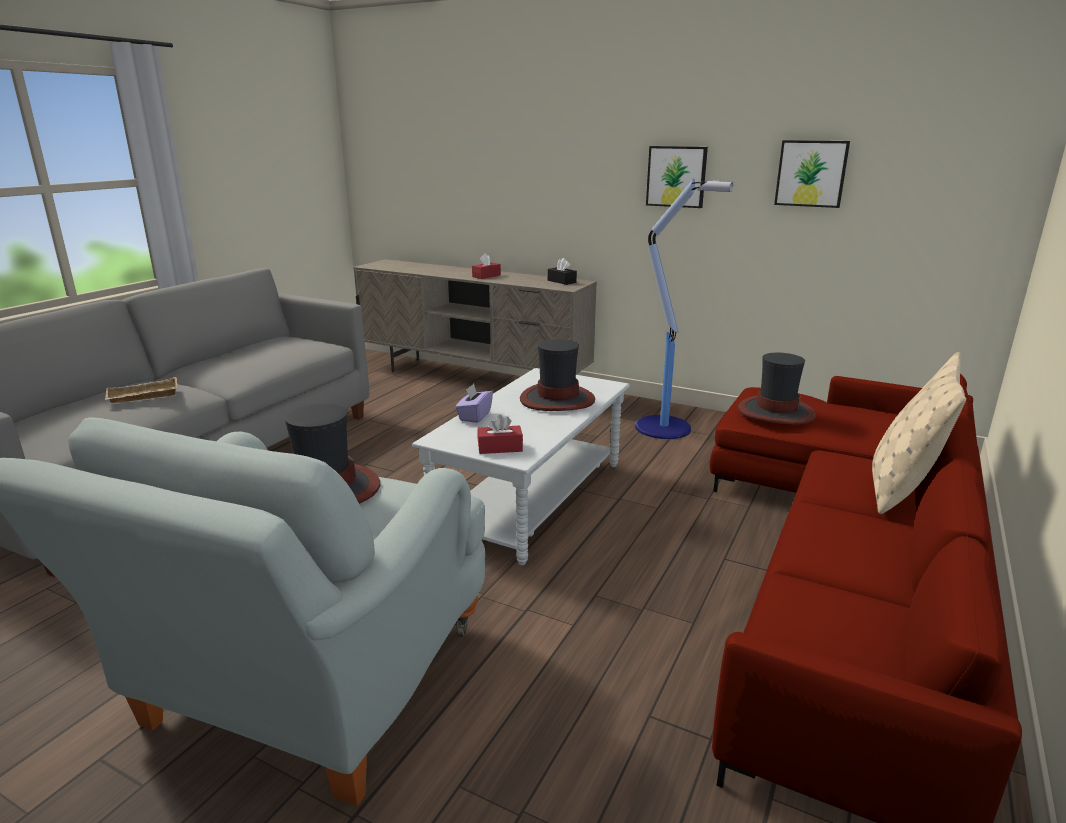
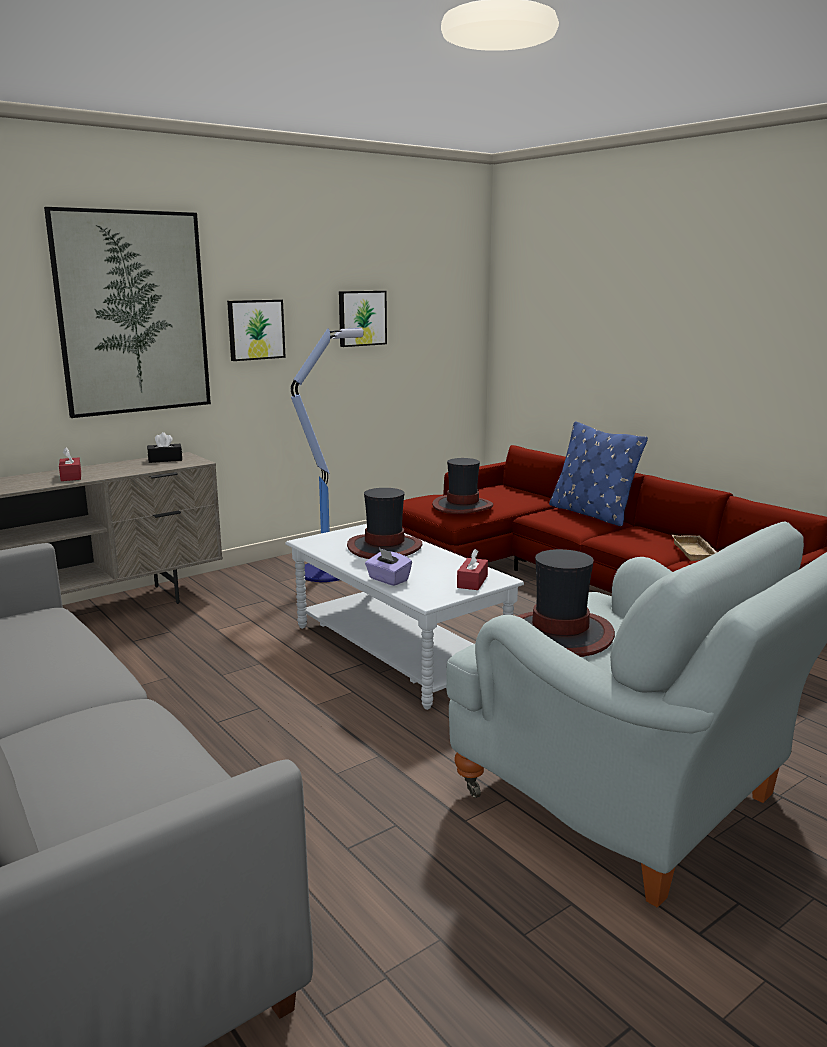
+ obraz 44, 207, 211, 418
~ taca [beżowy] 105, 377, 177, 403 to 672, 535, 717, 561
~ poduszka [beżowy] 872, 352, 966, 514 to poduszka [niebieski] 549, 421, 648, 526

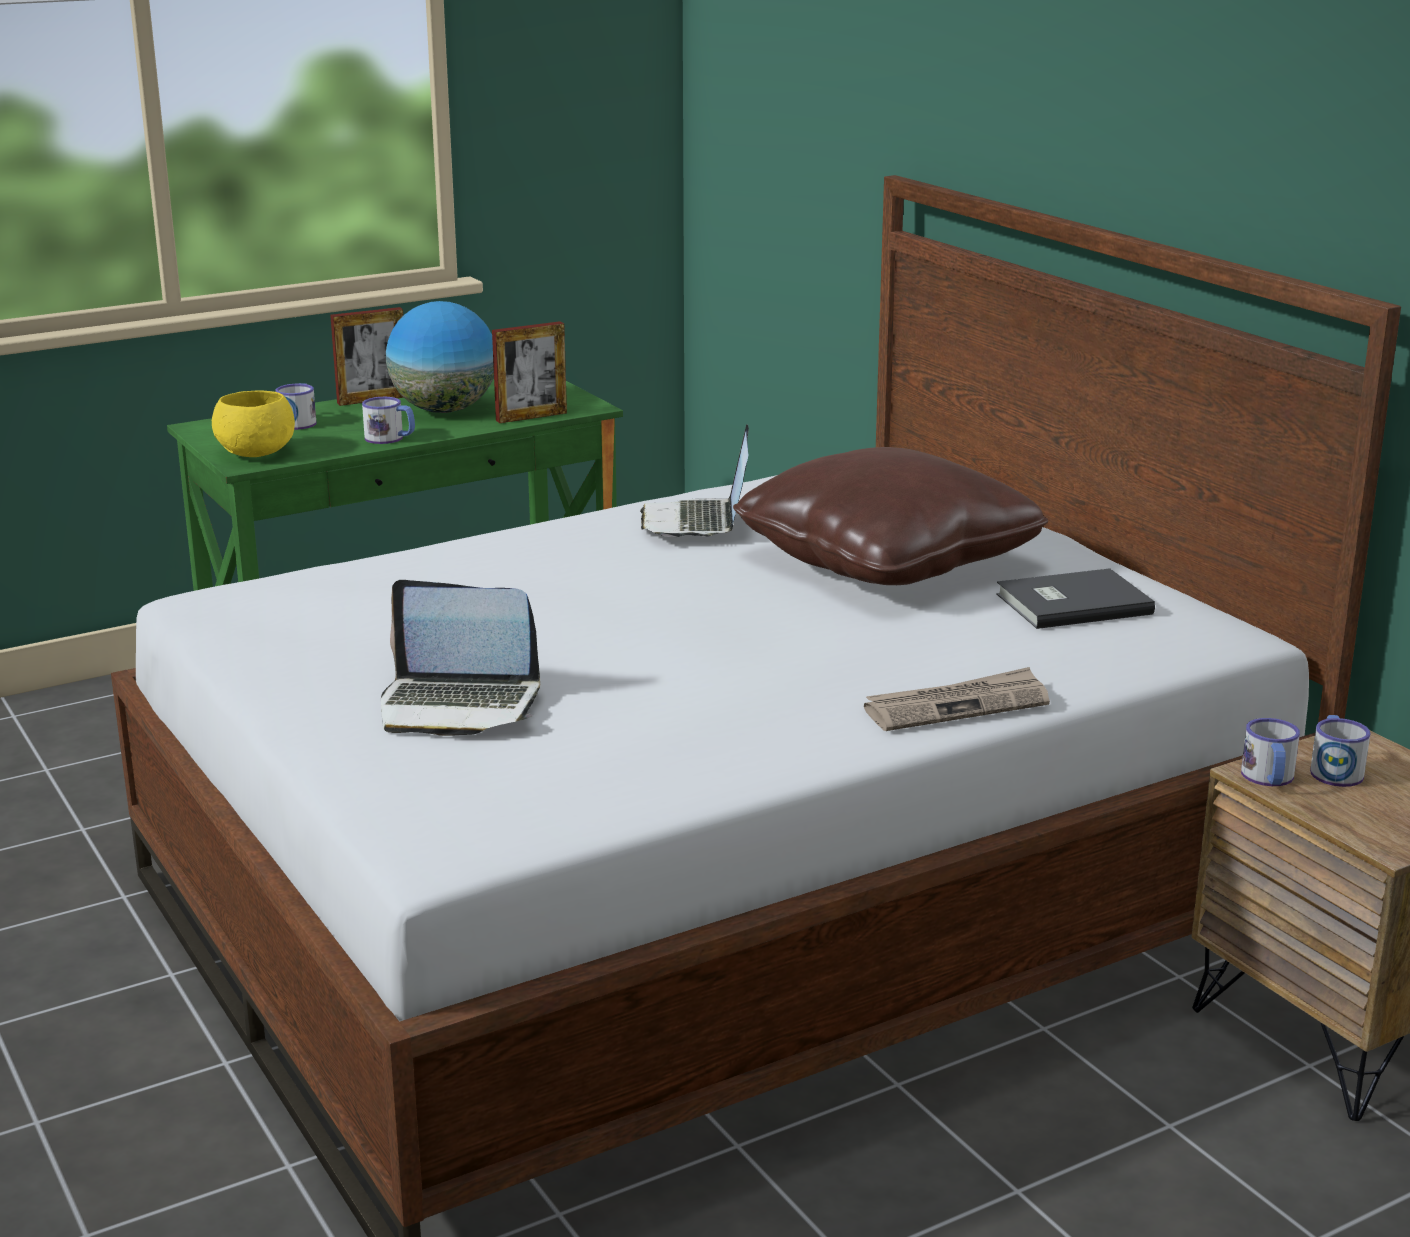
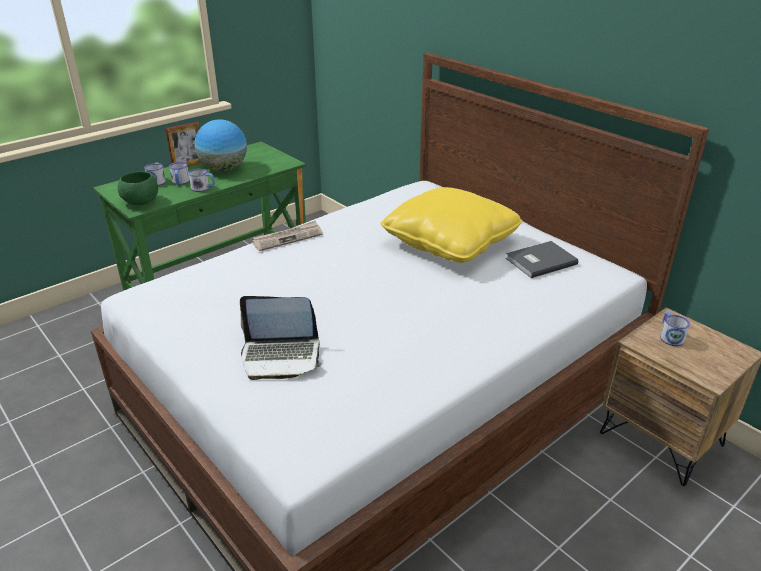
- ramka na zdjęcie 492, 321, 567, 423
- laptop 640, 424, 749, 537
~ gazeta 864, 667, 1050, 731 to 252, 220, 322, 251
~ kubek 1241, 718, 1300, 786 to 169, 162, 190, 185
~ miska [żółty] 212, 390, 295, 457 to miska [zielony] 118, 172, 158, 205
~ poduszka [brązowy] 733, 447, 1048, 585 to poduszka [żółty] 380, 187, 523, 263

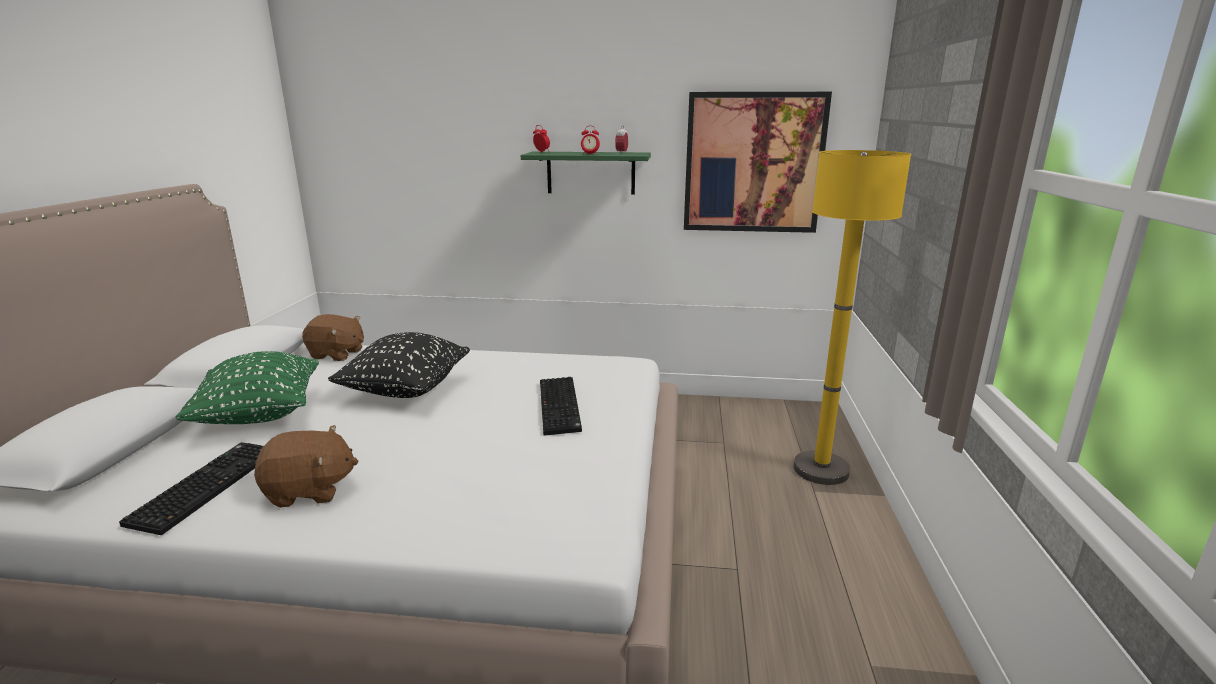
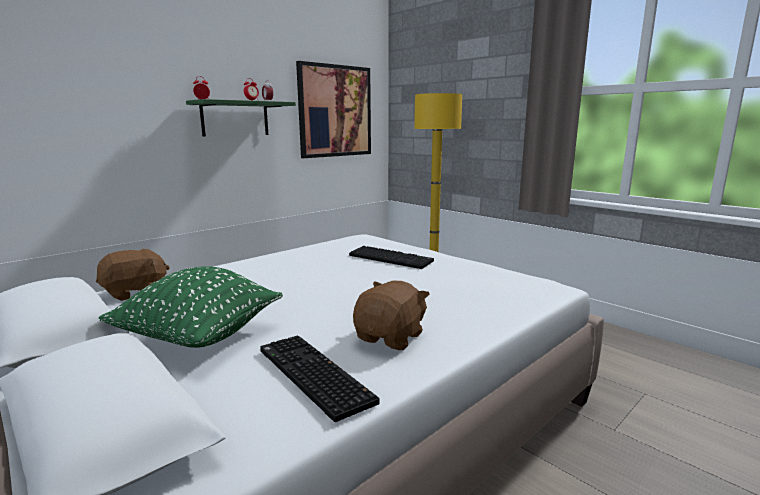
- poduszka [czarny] 328, 332, 470, 398

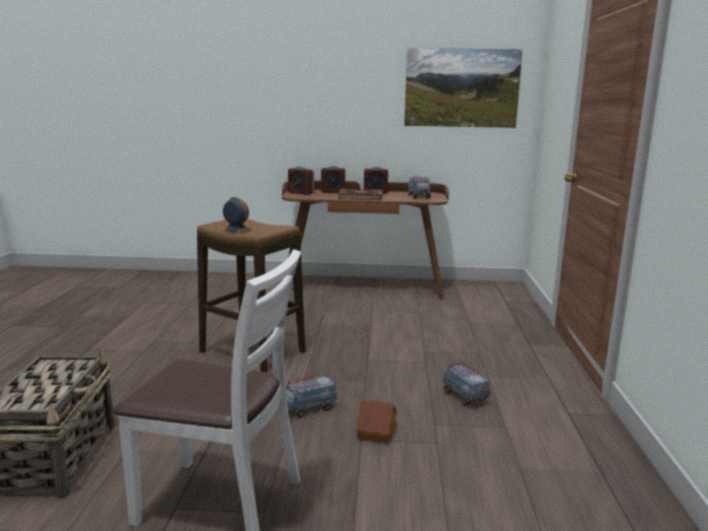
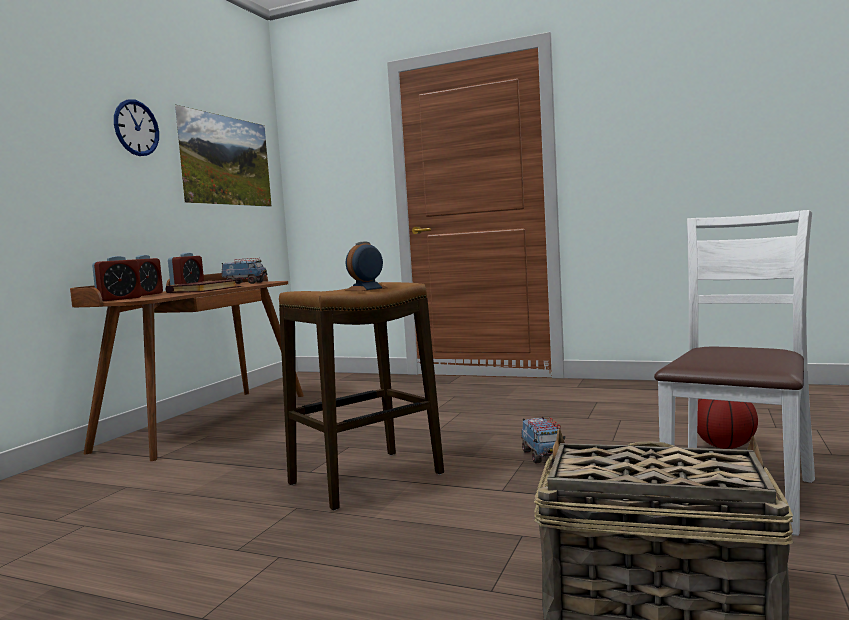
- domek 356, 399, 397, 443
- ciężarówka zabawkowa 442, 361, 490, 406
+ zegar ścienny 114, 99, 159, 156
+ piłka do koszykówki 697, 399, 758, 449

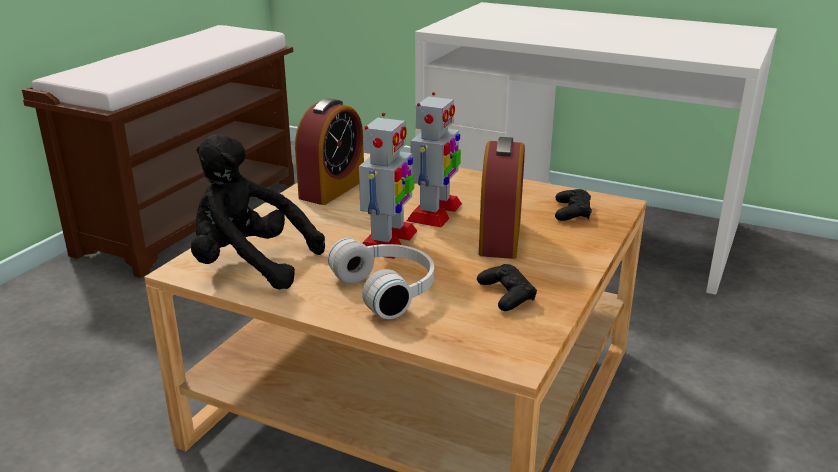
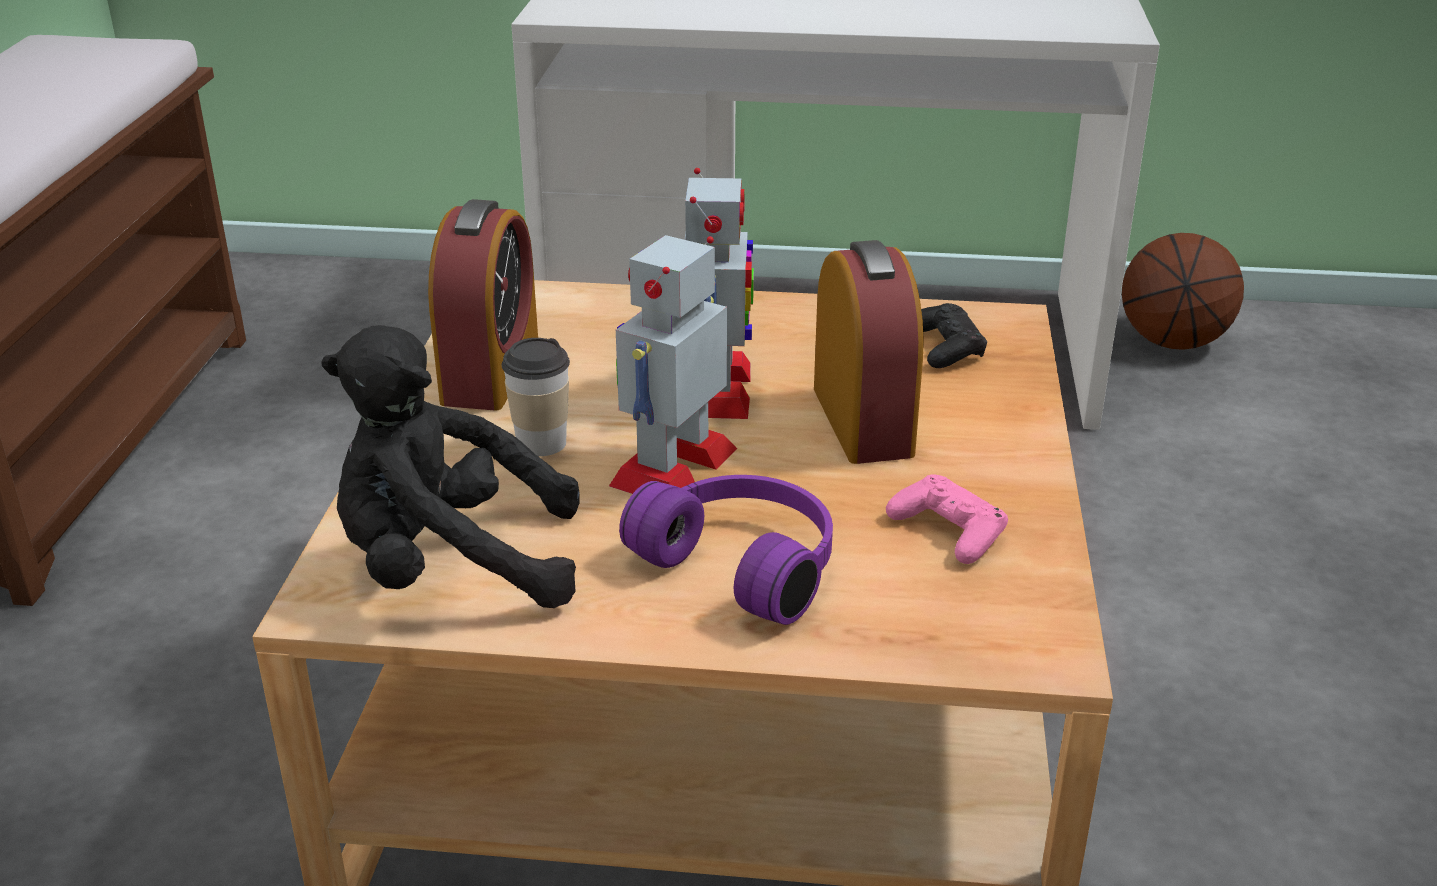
+ filiżanka 502, 338, 570, 456
+ piłka do koszykówki 1122, 233, 1244, 350
~ słuchawki [biały] 328, 238, 434, 319 to słuchawki [fioletowy] 619, 475, 833, 625
~ pad do gier [czarny] 477, 264, 537, 311 to pad do gier [różowy] 886, 475, 1008, 564
~ robot zabawkowy 359, 113, 417, 259 = 609, 235, 737, 494 150 degrees counterclockwise

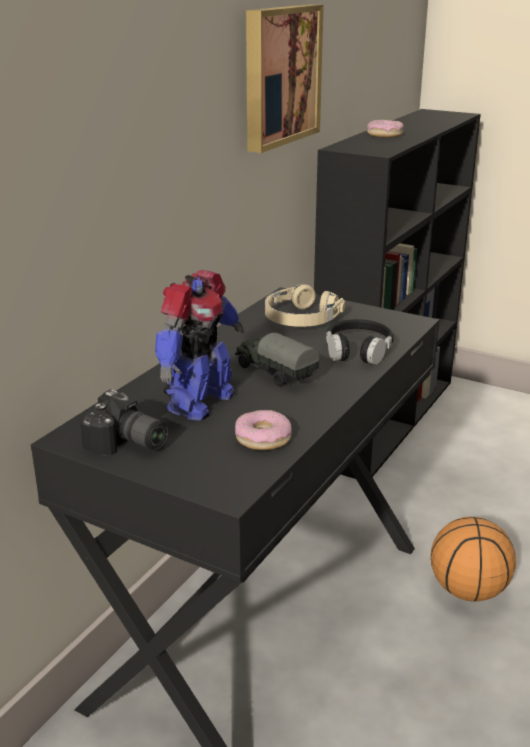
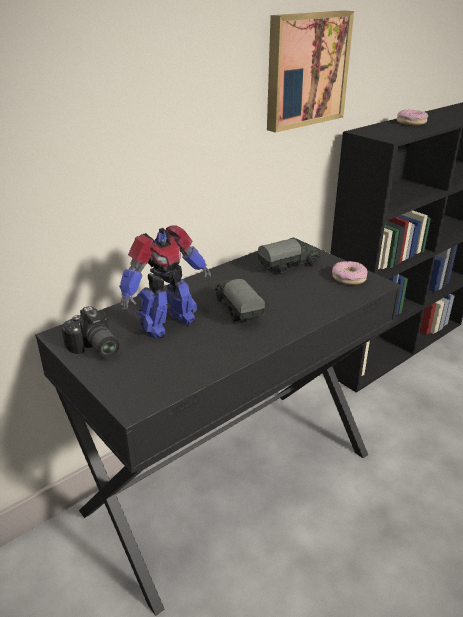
- słuchawki [czarny] 326, 319, 394, 365
- piłka do koszykówki 431, 517, 516, 601
~ donut 235, 410, 292, 450 to 332, 261, 367, 285
~ słuchawki [beżowy] 265, 284, 345, 327 to ciężarówka zabawkowa 258, 239, 320, 274

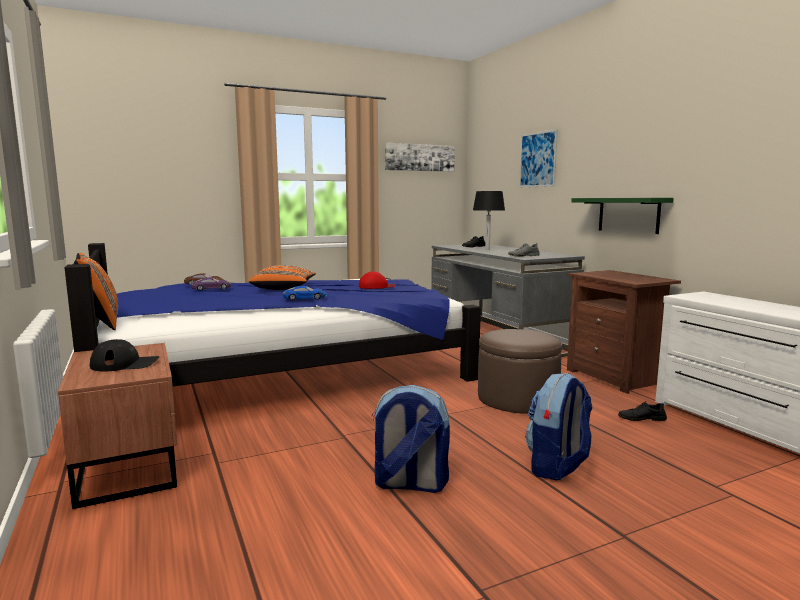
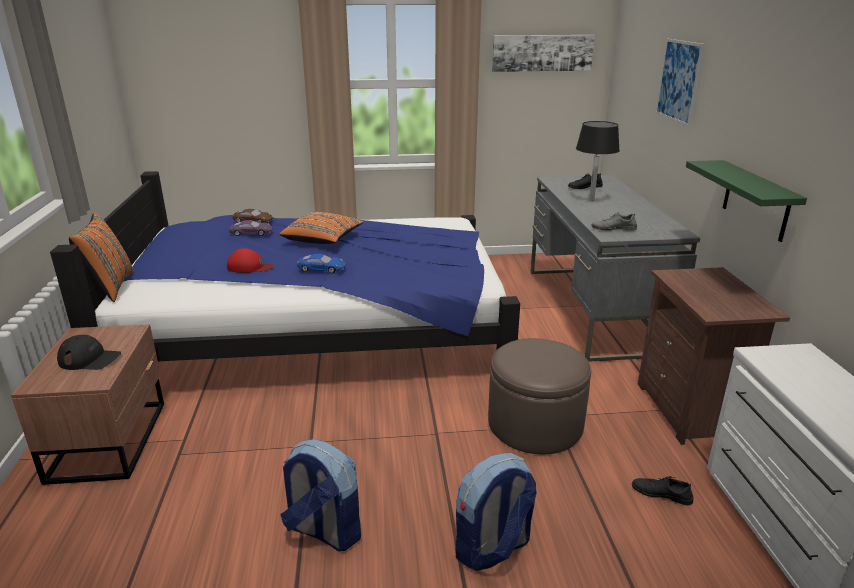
~ czapka z daszkiem [czerwony] 359, 271, 396, 289 to 227, 248, 274, 273

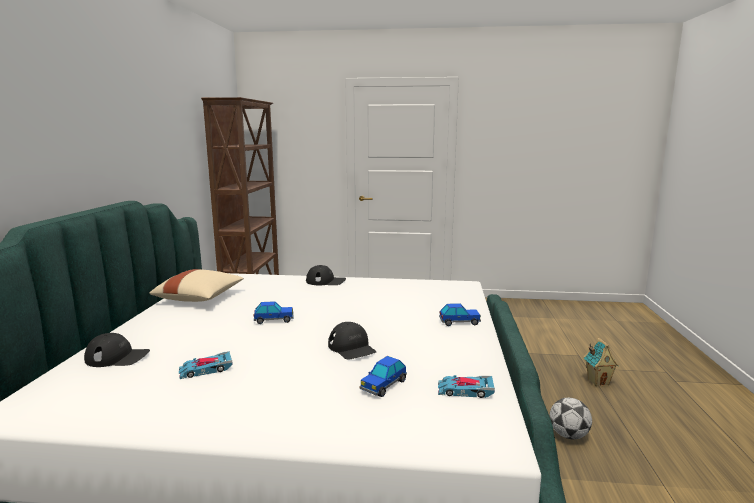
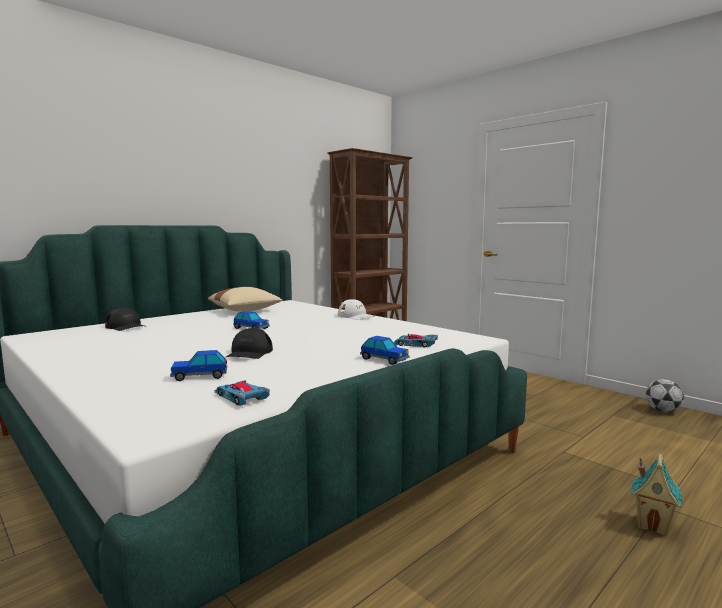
~ samochodzik 179, 351, 233, 379 to 394, 334, 438, 347
~ piłka futbolowa 550, 398, 592, 439 to 646, 379, 684, 412
~ czapka z daszkiem [czarny] 306, 265, 346, 285 to czapka z daszkiem [biały] 338, 299, 374, 320

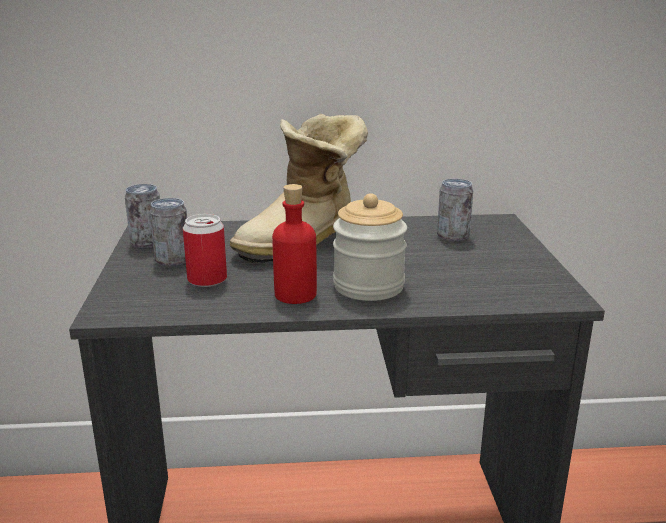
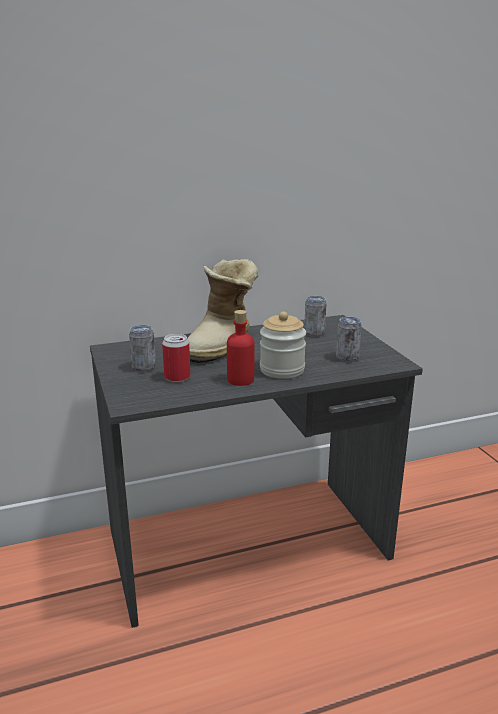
~ puszka 125, 184, 160, 249 to 336, 317, 362, 362

